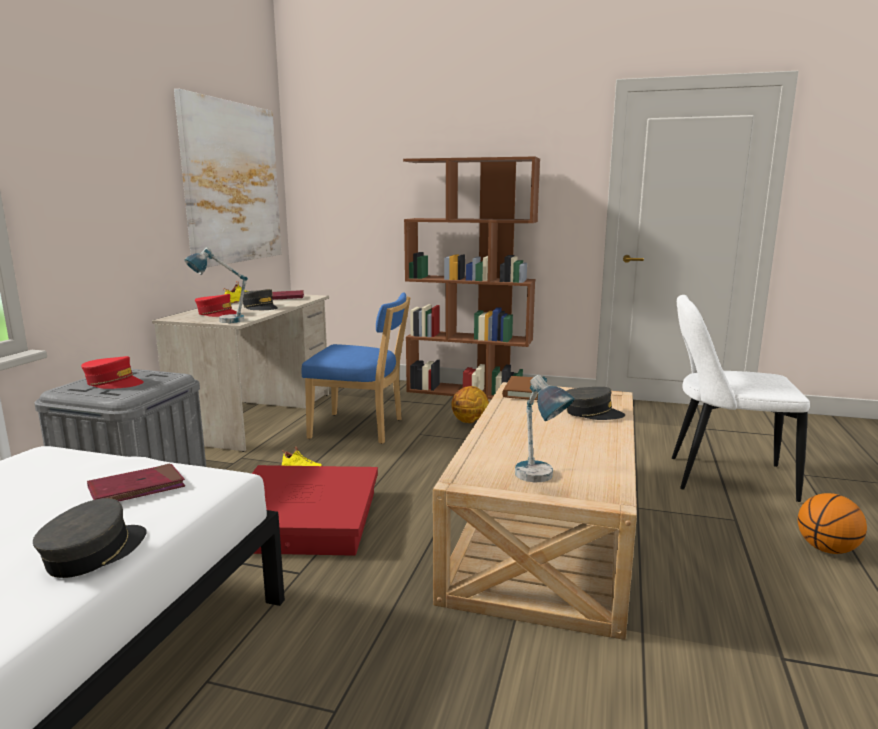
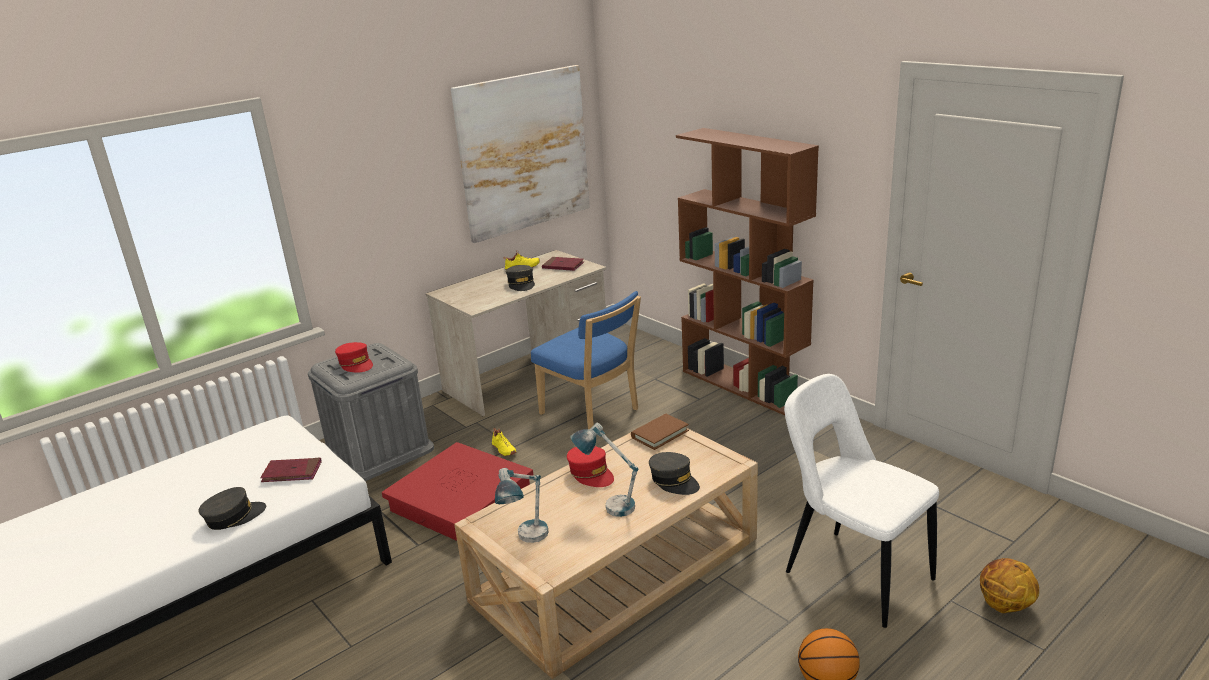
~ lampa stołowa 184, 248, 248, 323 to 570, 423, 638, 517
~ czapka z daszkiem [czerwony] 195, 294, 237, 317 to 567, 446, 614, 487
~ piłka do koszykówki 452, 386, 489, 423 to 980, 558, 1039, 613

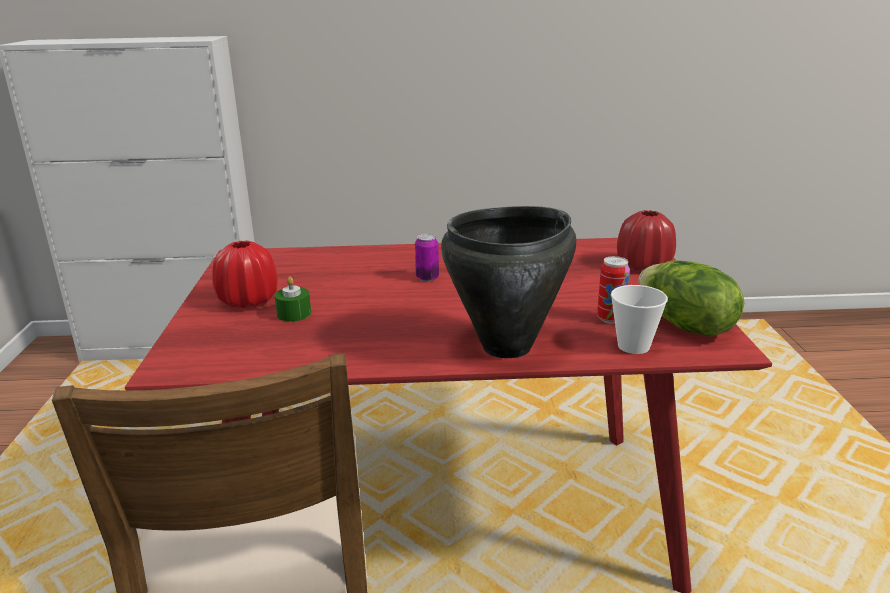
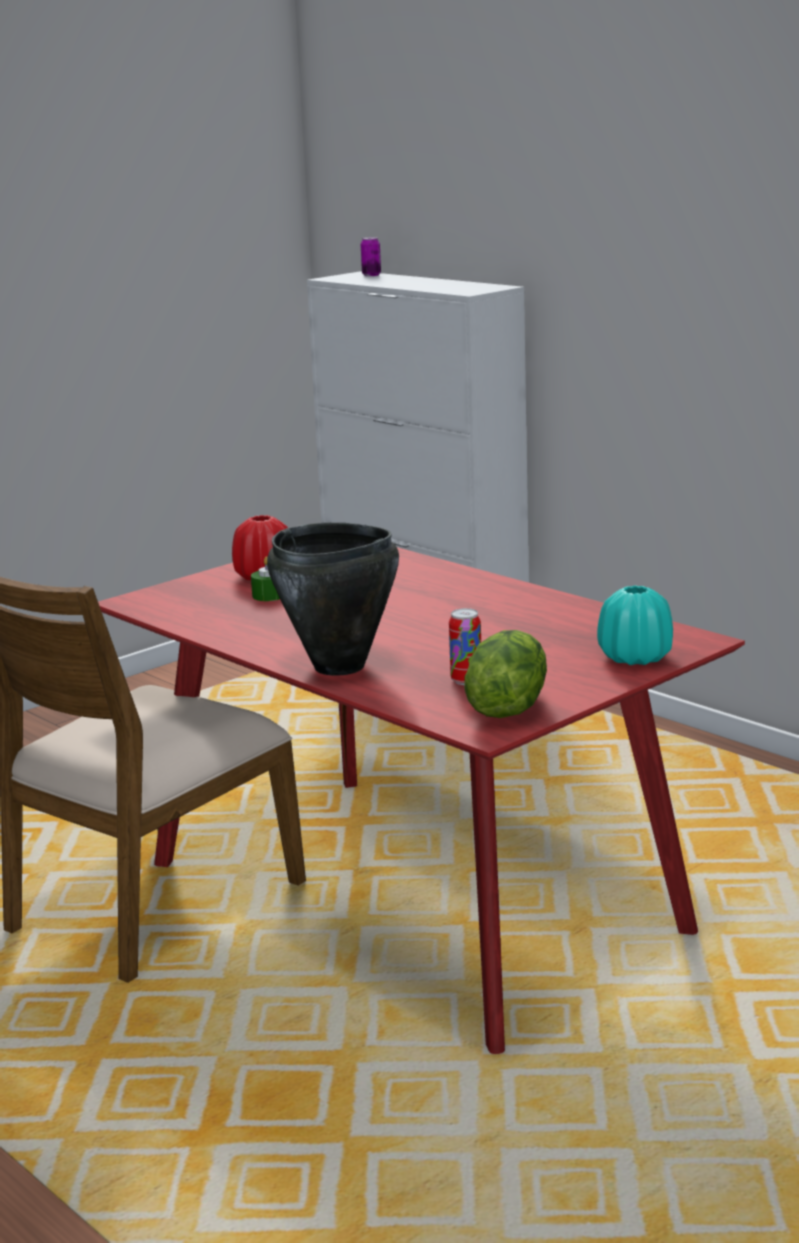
- filiżanka 611, 285, 668, 354
~ puszka 415, 234, 439, 282 to 361, 237, 381, 276
~ wazon [czerwony] 617, 210, 676, 270 to wazon [turkusowy] 597, 585, 673, 665

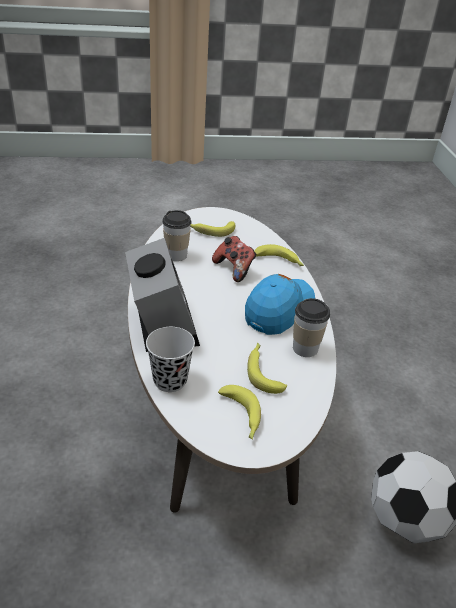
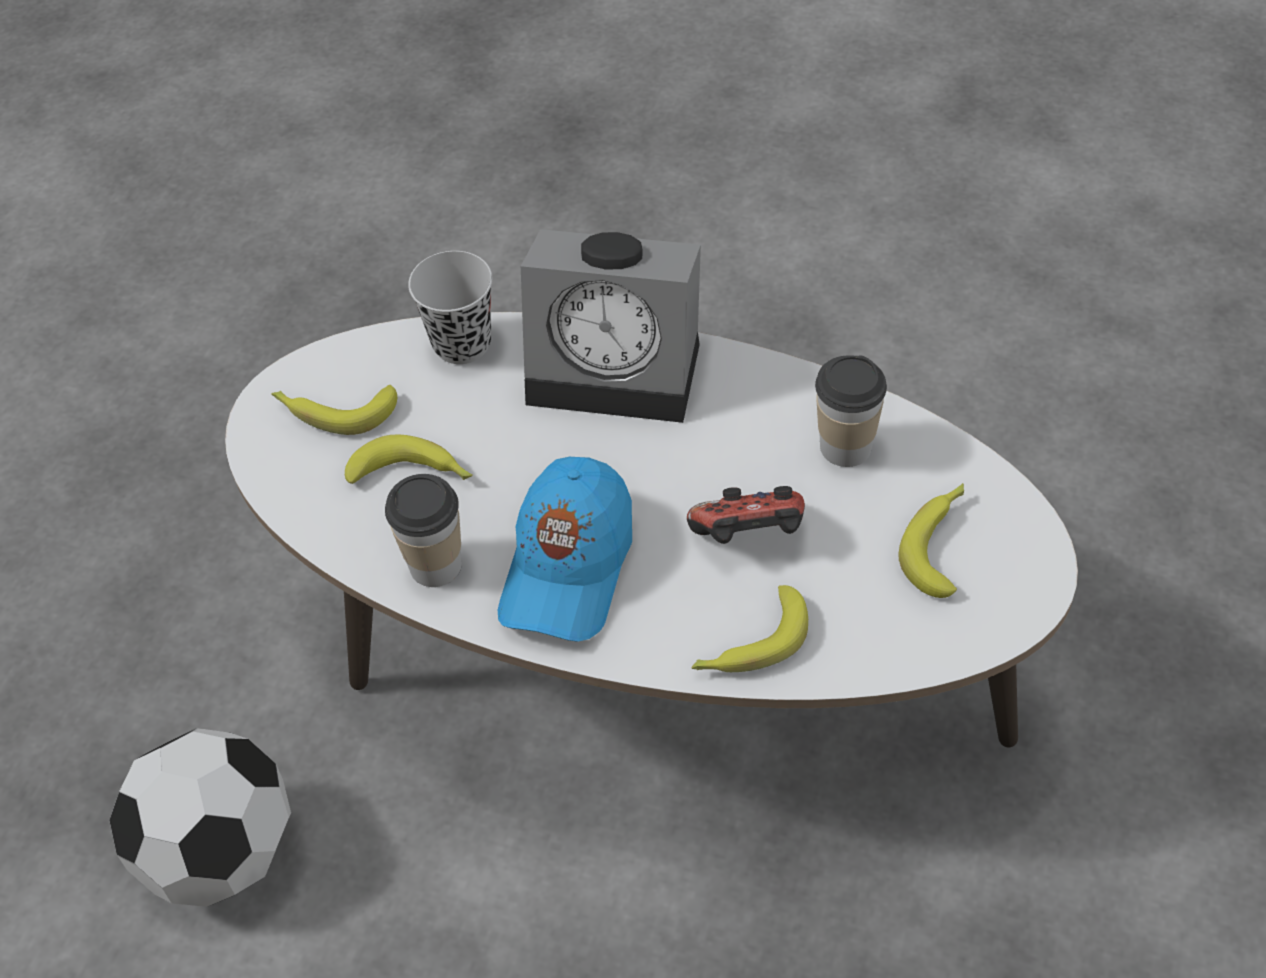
~ czapka z daszkiem [niebieski] 245, 274, 315, 335 = 498, 457, 632, 642 45 degrees clockwise

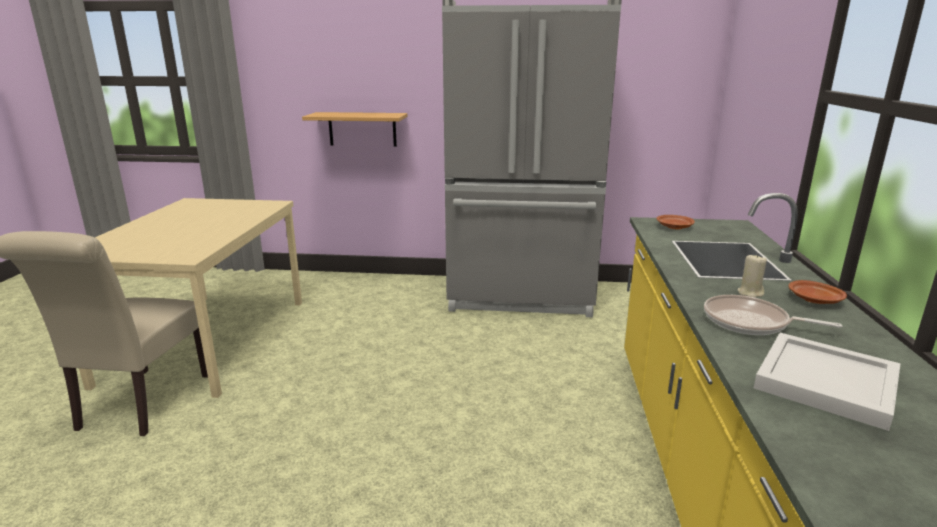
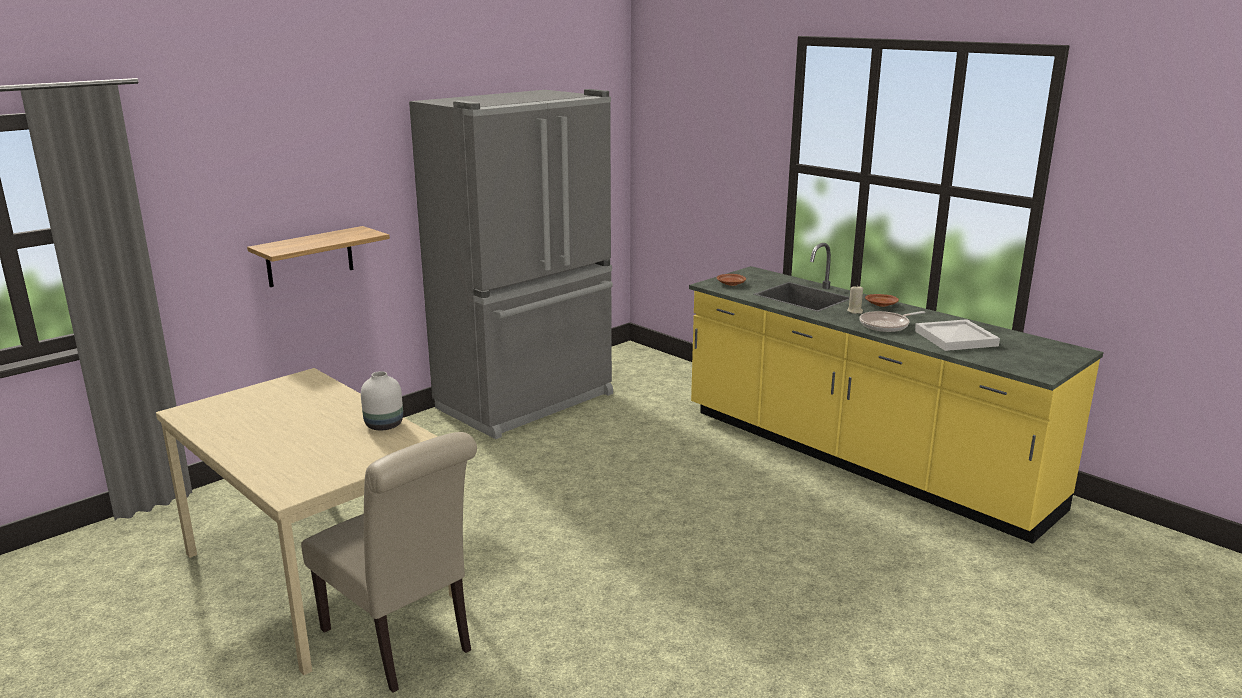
+ wazon [biały] 361, 371, 403, 430

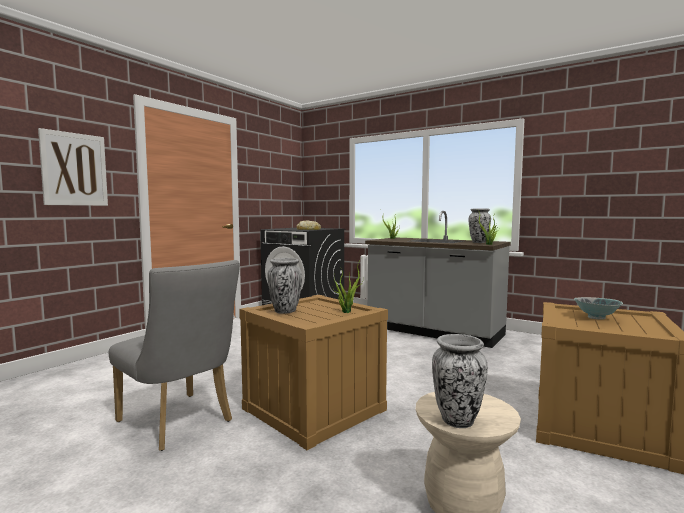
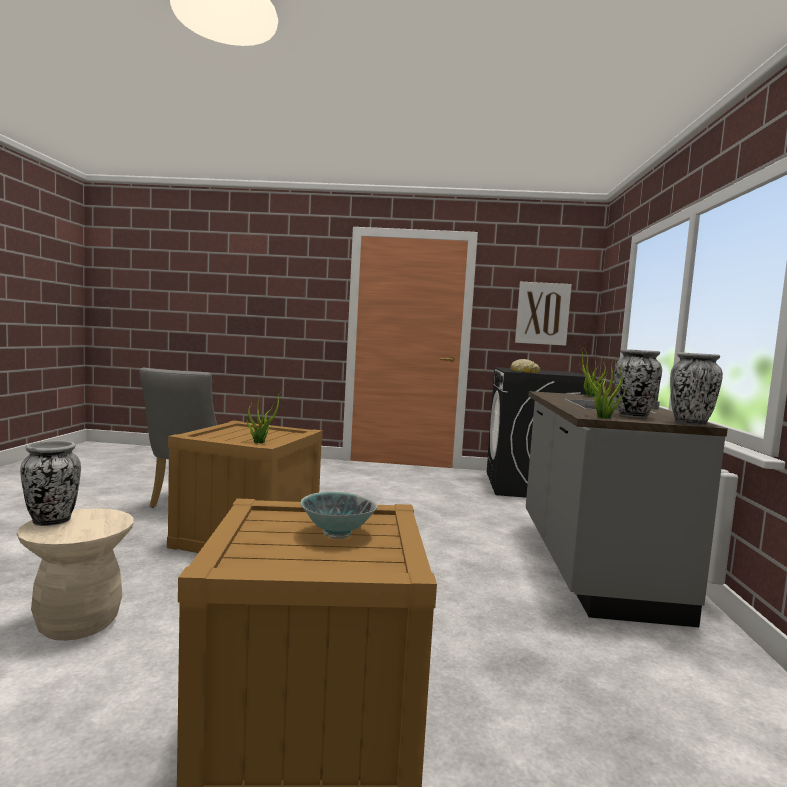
~ obraz 38, 128, 108, 206 to 515, 282, 572, 346
~ wazon 268, 258, 302, 314 to 670, 352, 723, 425

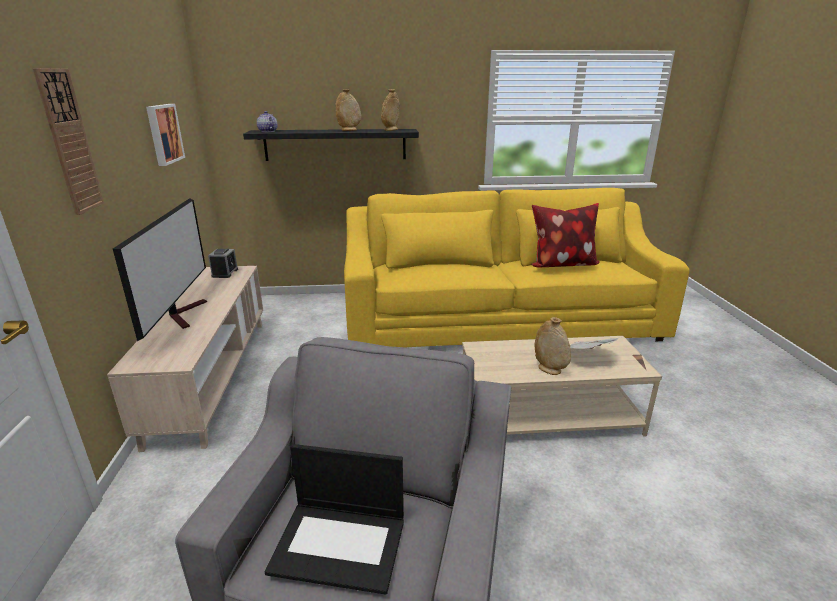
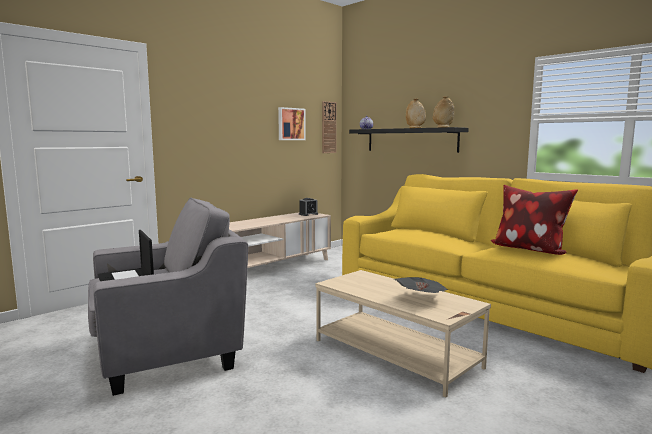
- telewizor 113, 198, 207, 341
- wazon [beżowy] 534, 317, 571, 375
~ zegar ścienny 33, 68, 104, 215 to 322, 101, 337, 153

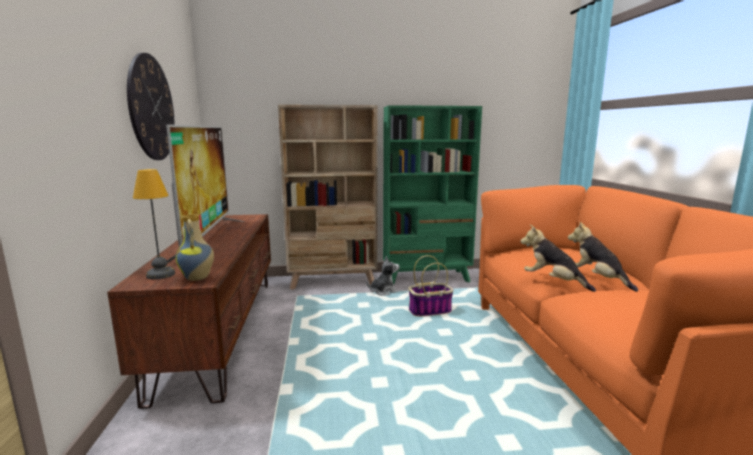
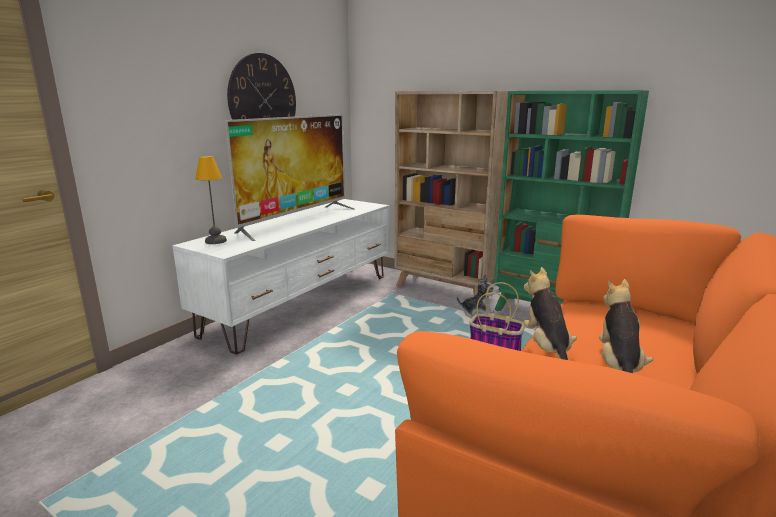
- wazon 175, 214, 214, 281
~ szafka pod telewizor [brązowy] 107, 214, 271, 409 to szafka pod telewizor [biały] 172, 199, 389, 354

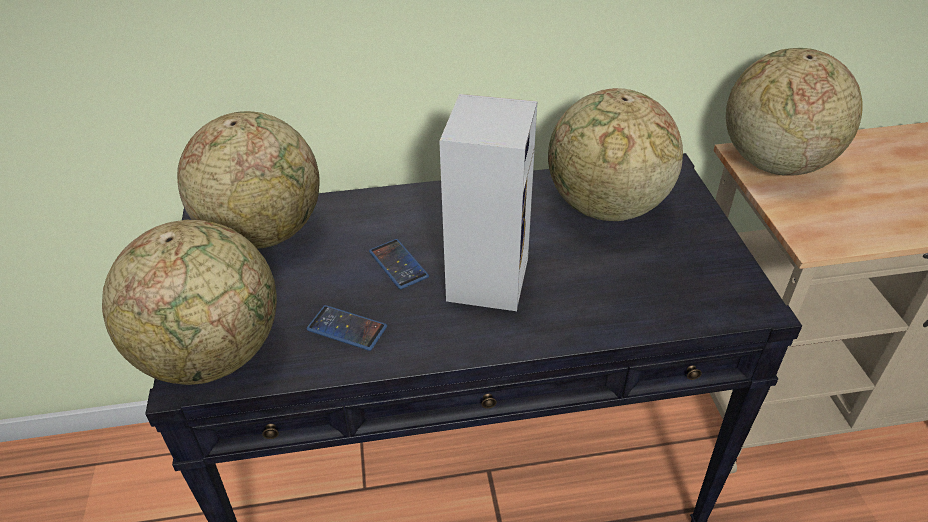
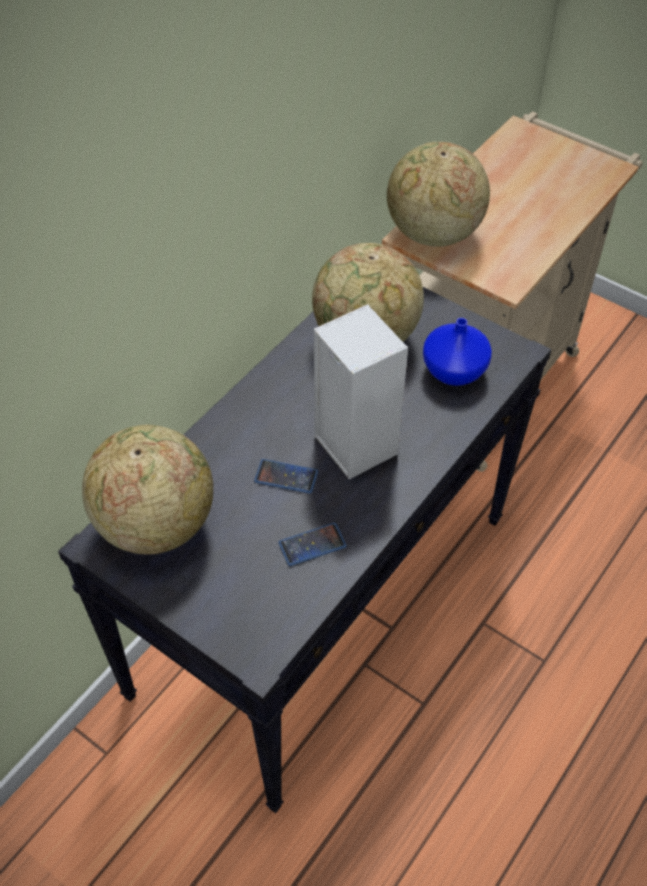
- globus 102, 220, 277, 385
+ wazon [niebieski] 423, 318, 492, 386

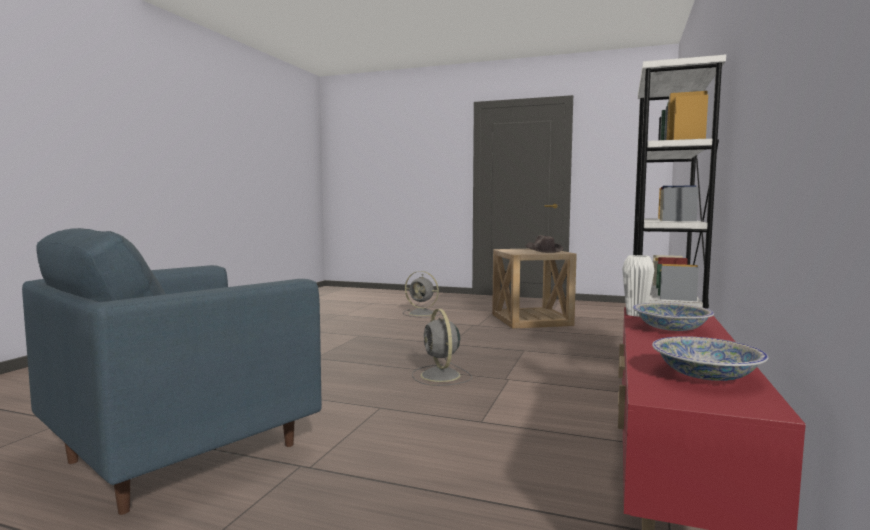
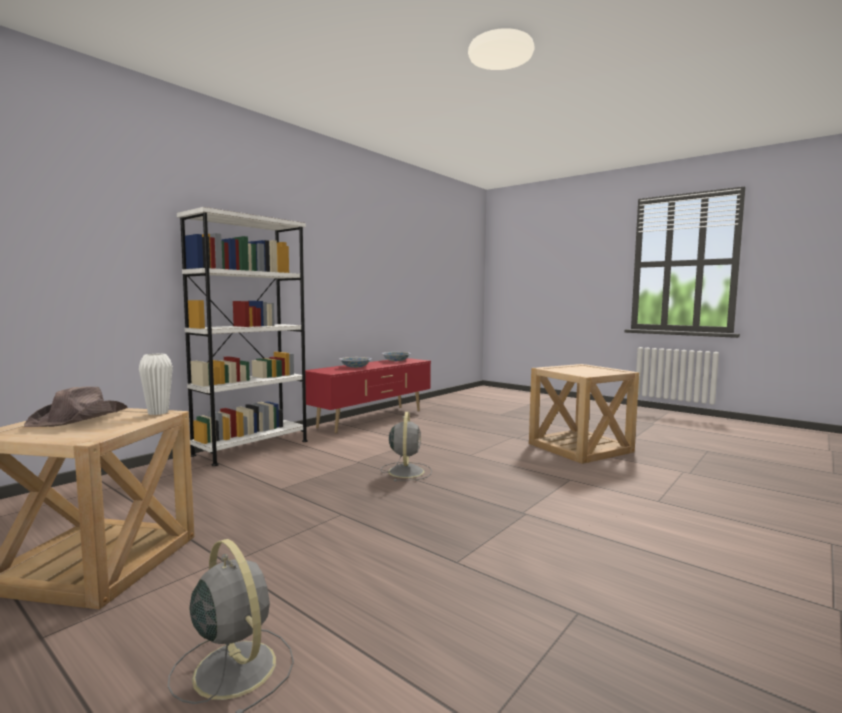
~ wazon [biały] 622, 255, 654, 317 to 139, 354, 173, 415
~ fotel [niebieski] 22, 228, 322, 515 to stolik [beżowy] 529, 364, 639, 464

